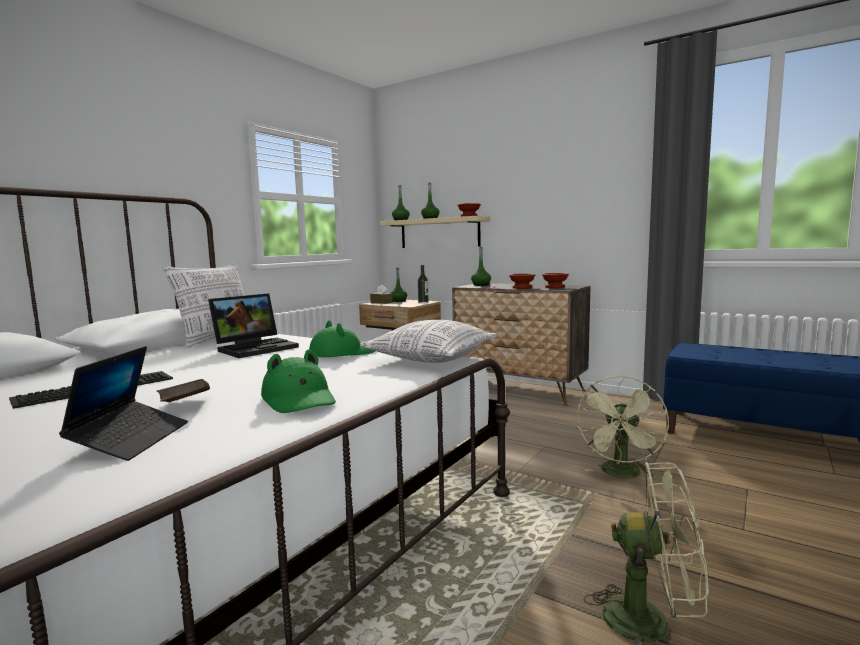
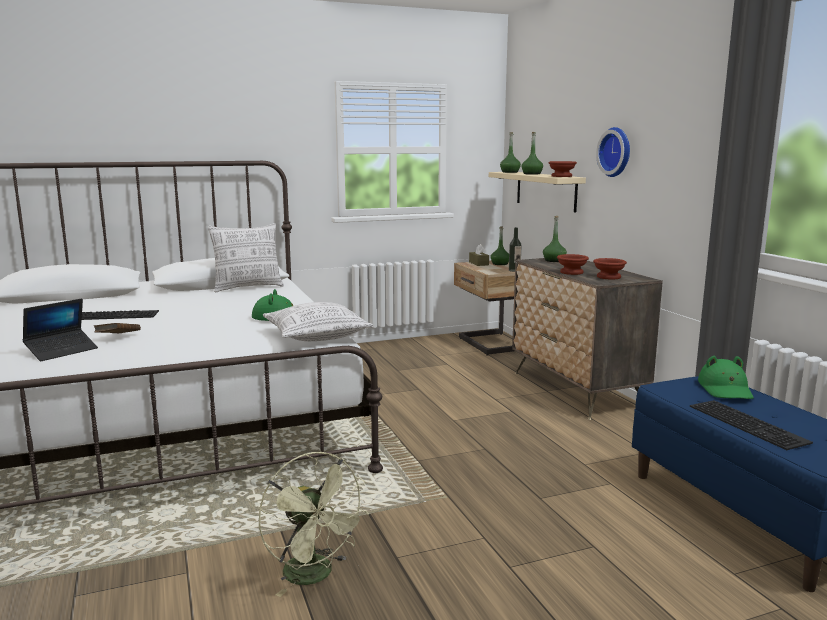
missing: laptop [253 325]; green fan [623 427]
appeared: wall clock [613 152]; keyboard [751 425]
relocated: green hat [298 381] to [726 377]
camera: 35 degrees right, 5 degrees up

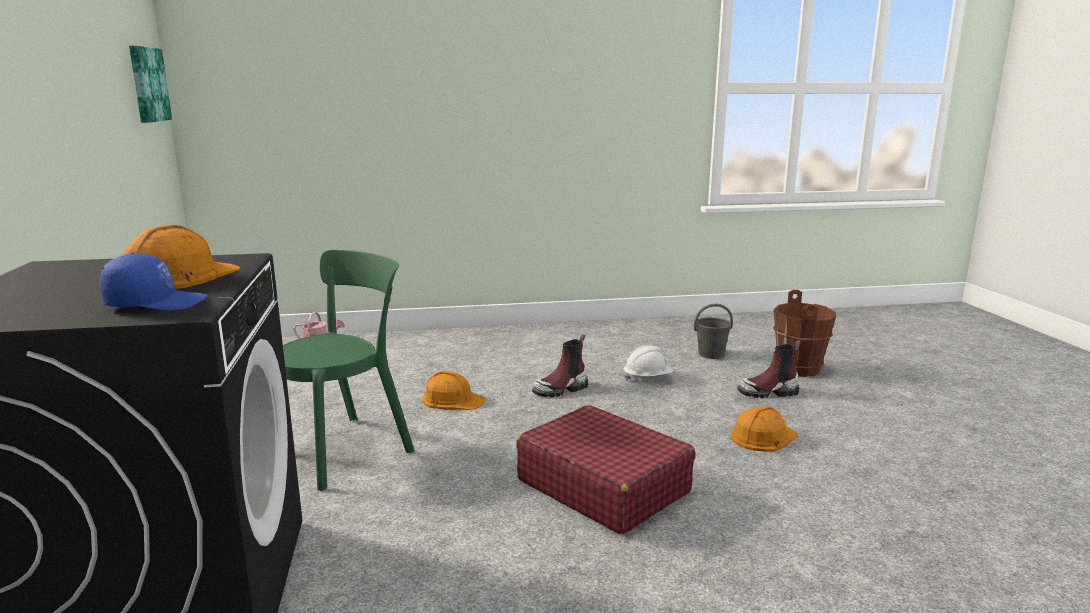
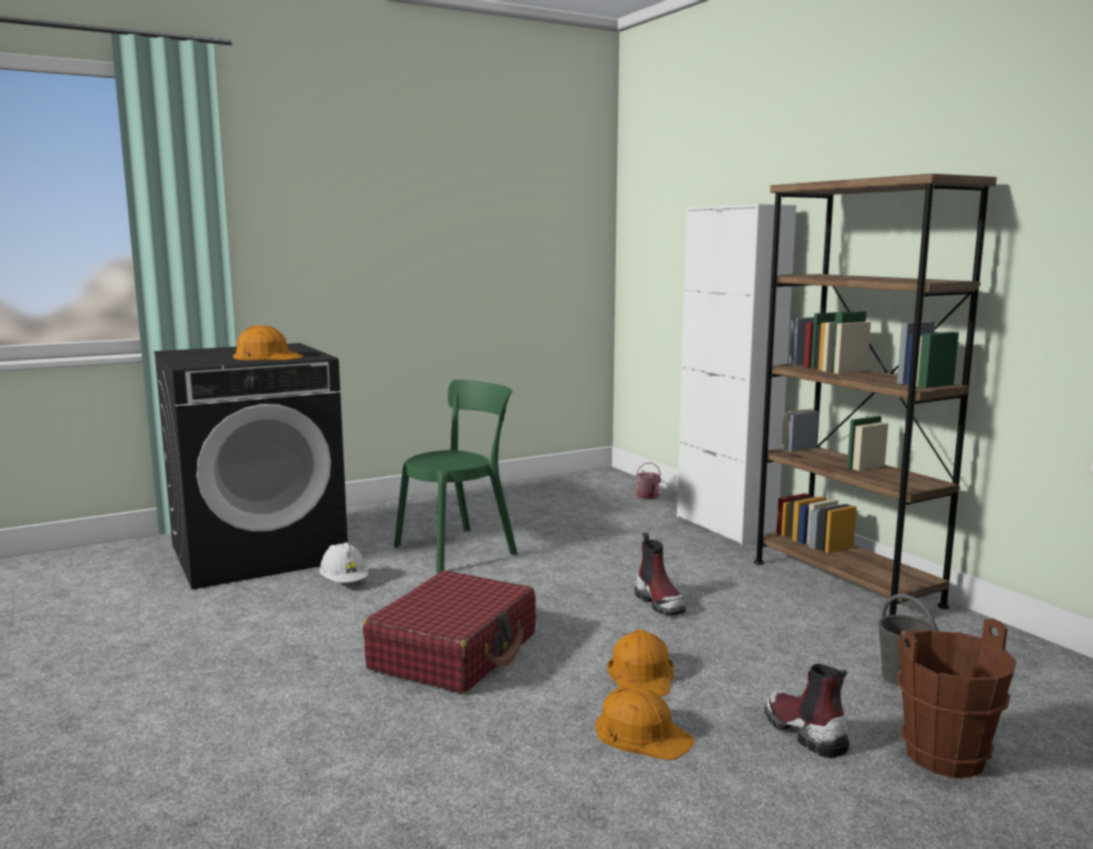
missing: blue cap [154 282]; picture [150 84]
appeared: white cabinet [736 374]; brown bookcase [875 394]
relocated: orange hard hat [454 390] to [640 663]; white hard hat [648 363] to [344 562]
spun: green chair [349 370] = [456 476] 60 degrees counterclockwise; boot [560 365] = [660 574] 150 degrees counterclockwise
camera: 70 degrees right, 5 degrees down

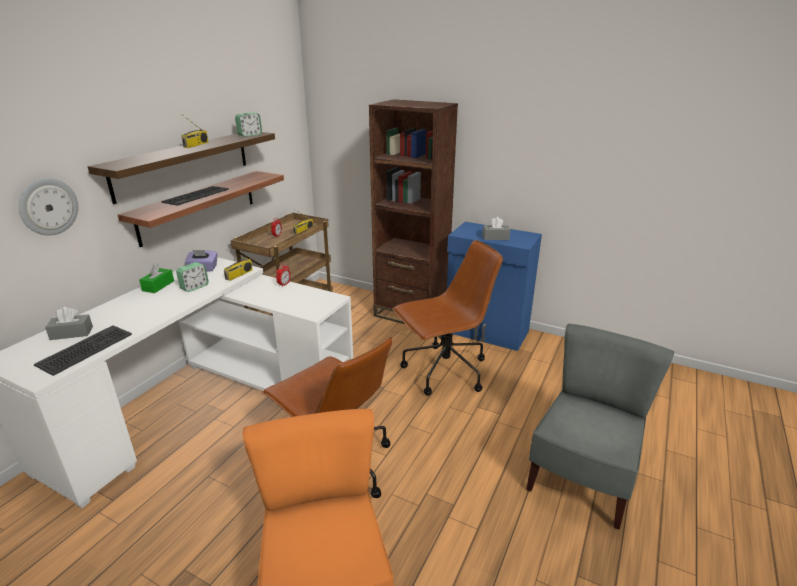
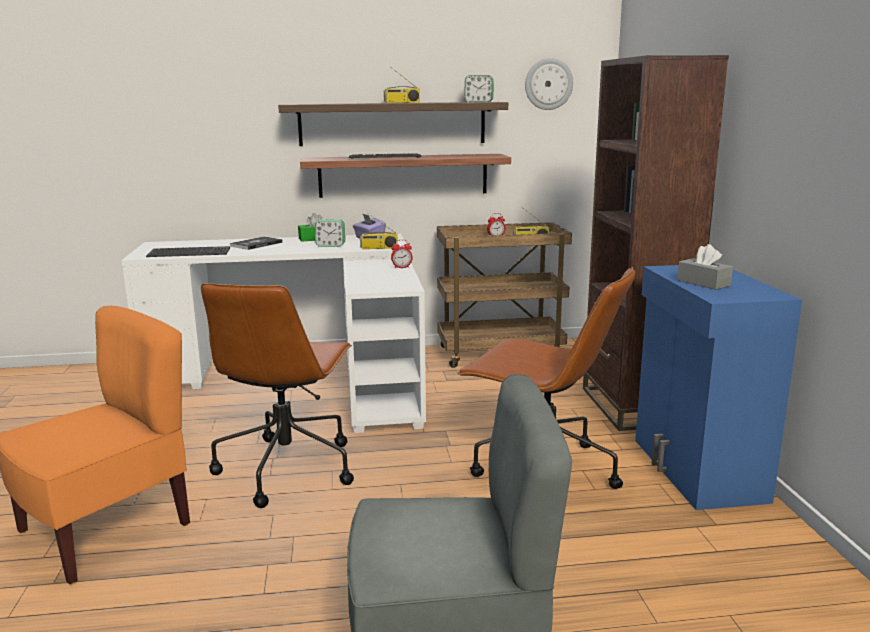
missing: grey tissue box [69 323]
appeared: book [256 243]
relocated: wall clock [48 206] to [549 84]
camera: 55 degrees right, 10 degrees down

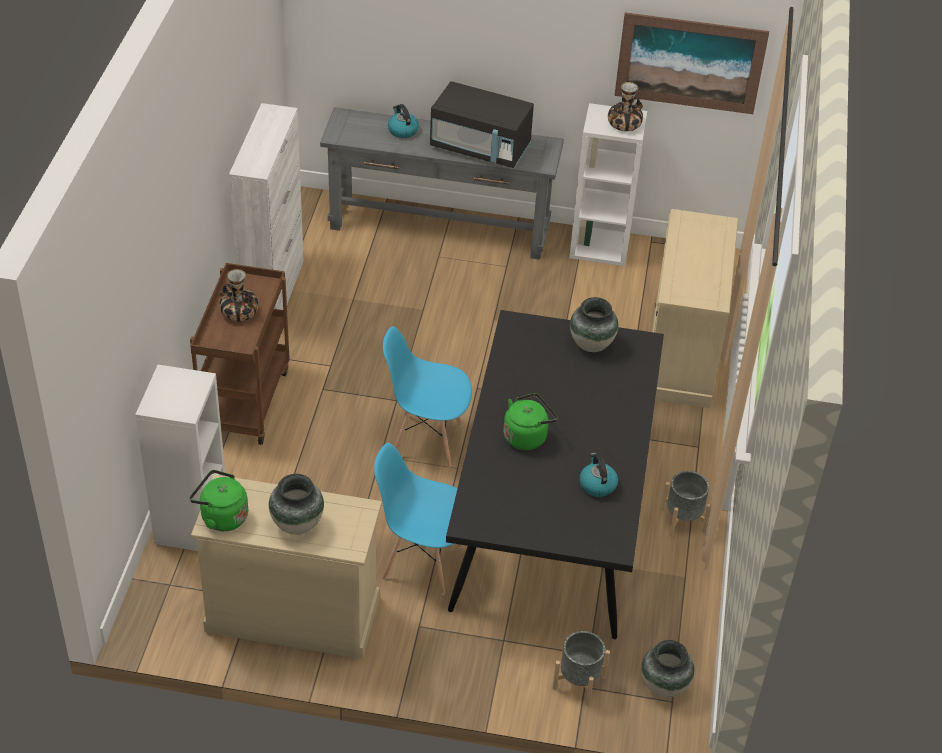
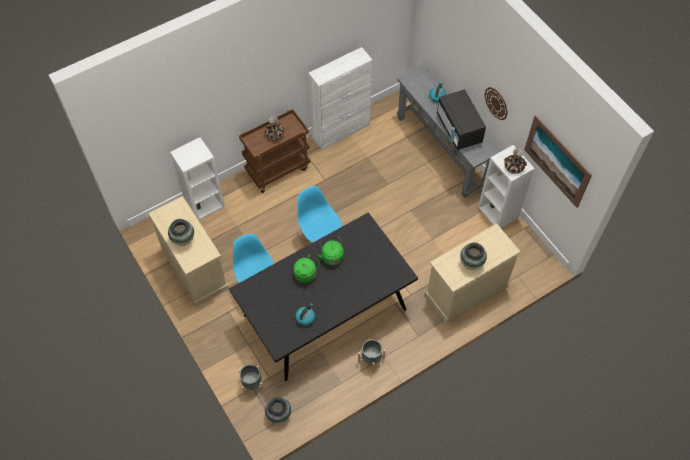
appeared: wall clock [496 103]
relocated: green kettle [219 500] to [330 251]; vase [594 324] to [473 256]
camera: 50 degrees right, 15 degrees up

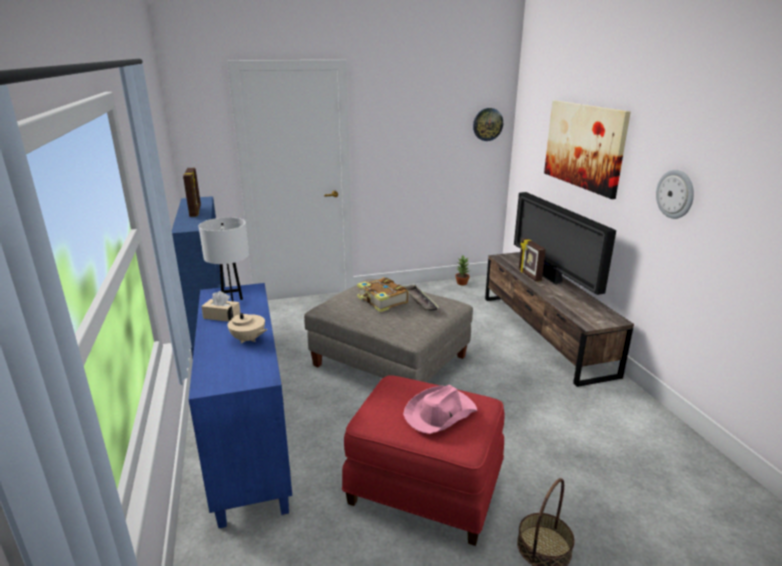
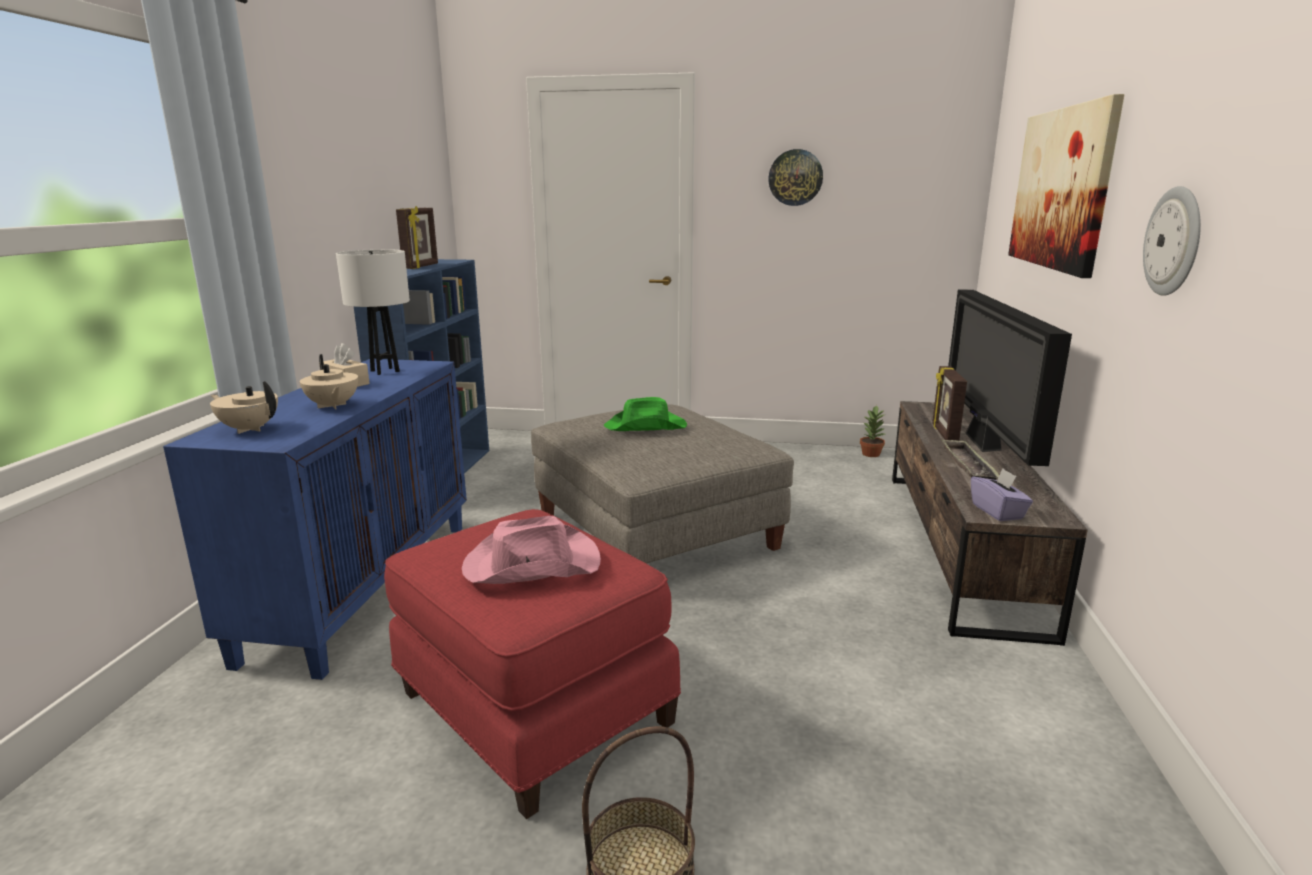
appeared: beige teapot [244 407]; purple tissue box [1002 494]
relocated: tray [421 298] to [970 459]; wall clock [488 124] to [795 177]
exchanged: book [383 294] to green hat [645 414]
camera: 25 degrees right, 5 degrees down

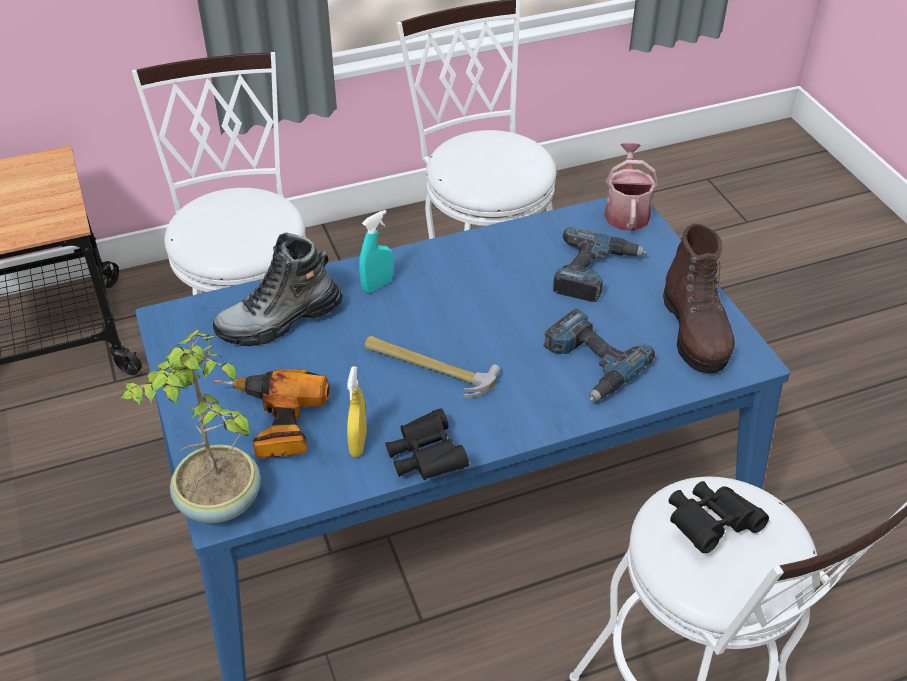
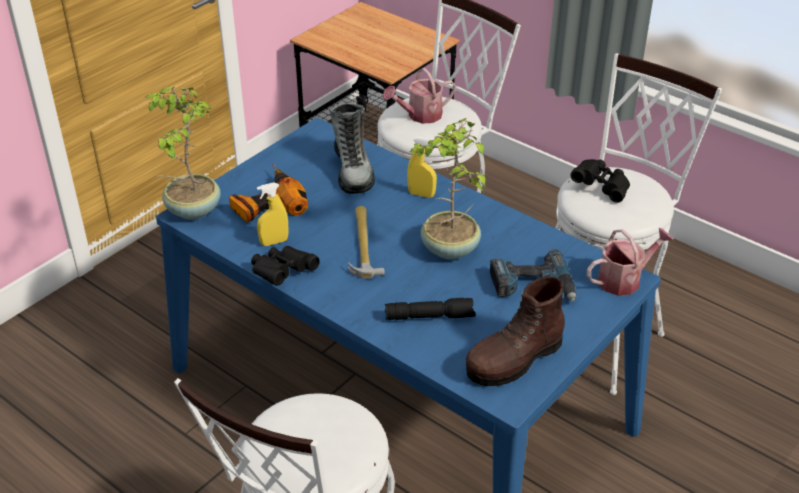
appeared: watering can [419 96]; potted plant [447 189]
relocated: black binoculars [719 517] to [600 181]
exchanged: power drill [599 355] to black flashlight [430 309]
colour: turquoise spray bottle [376 251] to yellow spray bottle [422 167]
spun: boot [278 289] = [352 148] 135 degrees counterclockwise
camera: 60 degrees right, 5 degrees down

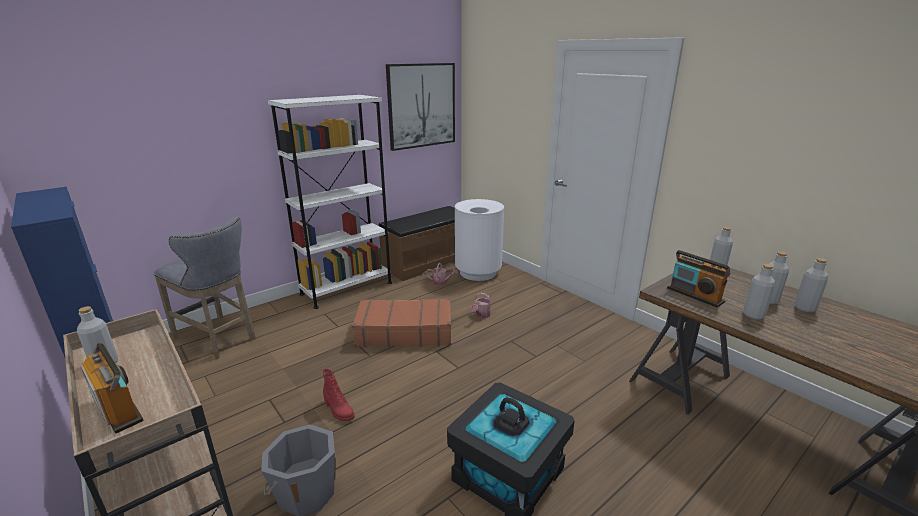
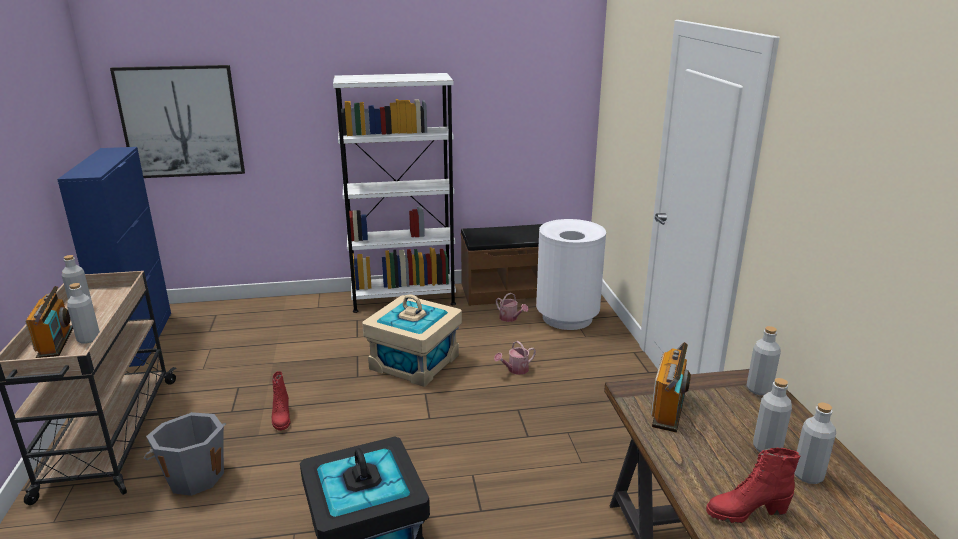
missing: grey stool [205 287]
appeared: red boot [753 485]
relocated: picture [420 107] to [177 121]; grey bottle [759 292] to [83 313]
exchanged: brown suitcase [401 322] to beige storage box [412 341]
spun: radio [698 278] = [671 387] 150 degrees counterclockwise
camera: 30 degrees right, 0 degrees up

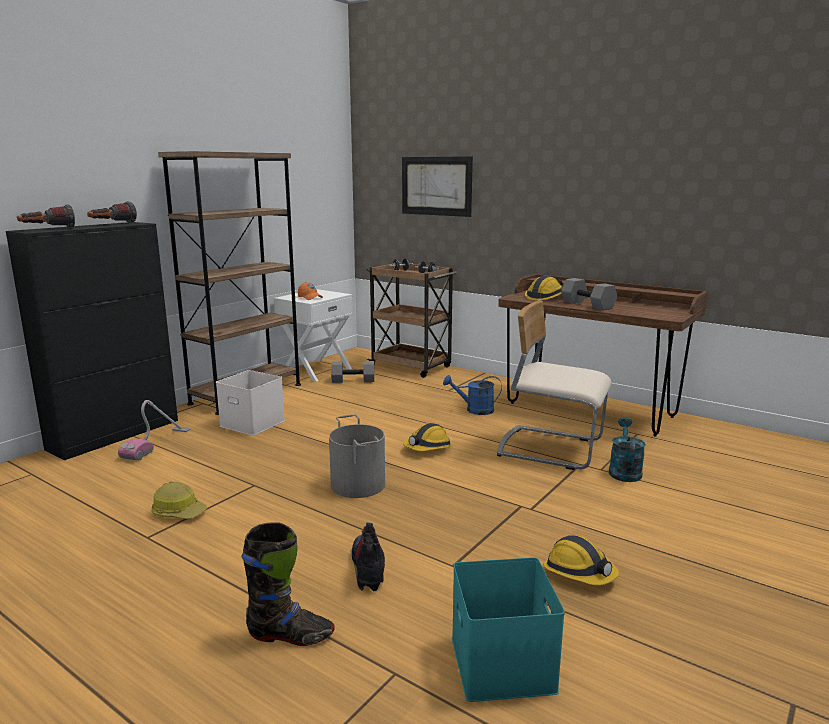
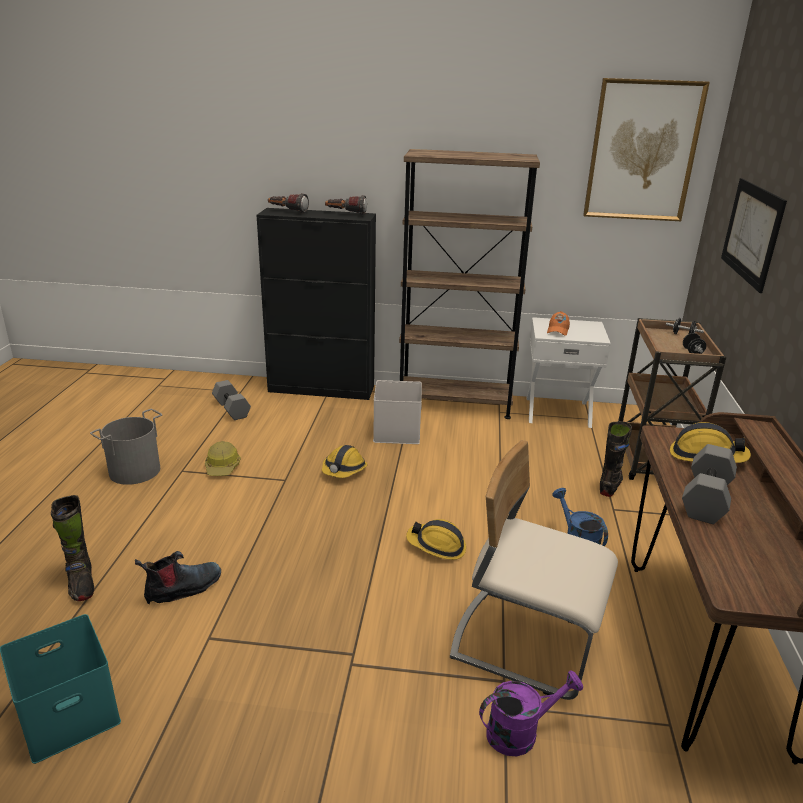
missing: vacuum cleaner [154 430]
appeared: picture [646 149]; black boot [616 459]
relocated: grey bucket [357 456] to [126 447]; grey dumbbell [352 372] to [231 400]; hard hat [582 560] to [344 461]
colour: turquoise watering can [627 449] to purple watering can [531 713]
spun: beige chair [554 385] = [534 570] 60 degrees counterclockwise
camera: 60 degrees right, 10 degrees up

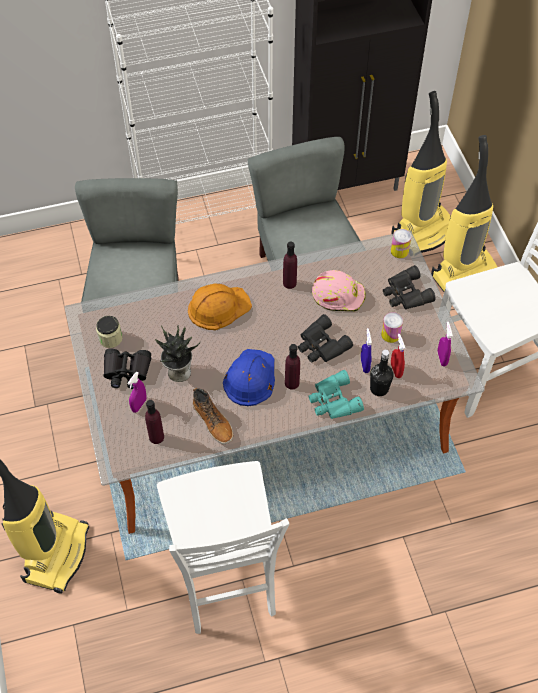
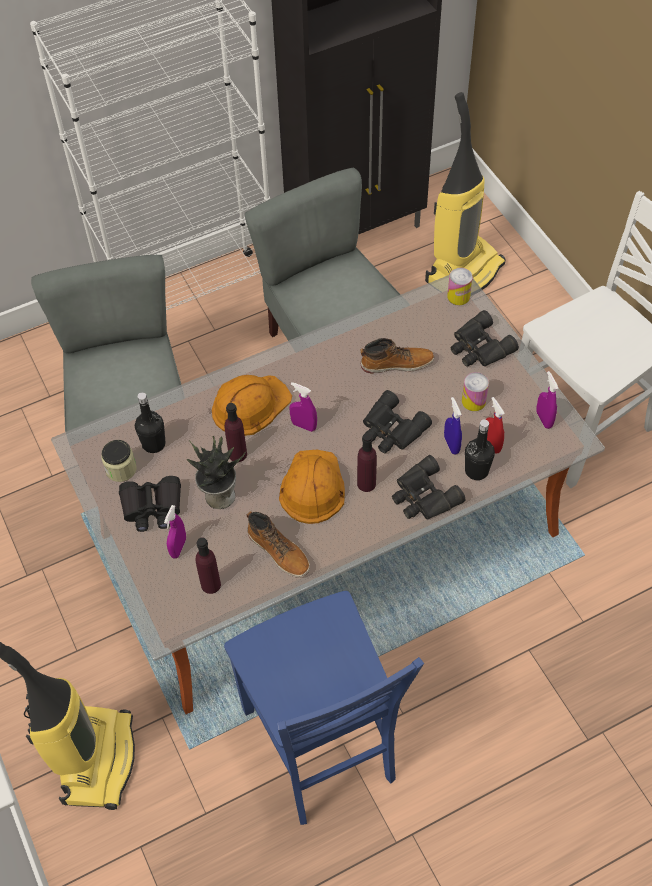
missing: vacuum cleaner [464 213]
appeared: black bottle [150 422]; purple spray bottle [303 407]
relocated: purple bottle [290 265] to [236 432]
exchanged: pink hard hat [339 291] to boot [397 356]
colour: white chair [223 547] to blue chair [324 708]; blue hard hat [249 377] to orange hard hat [312 487]; turquoise binoculars [336 394] to black binoculars [428 487]
camera: 10 degrees left, 0 degrees up

